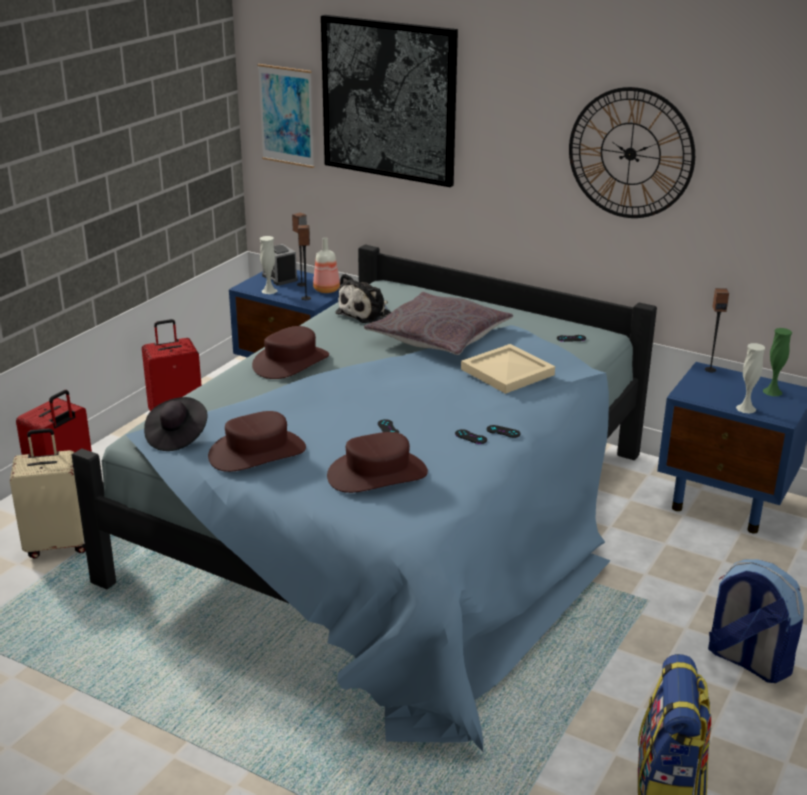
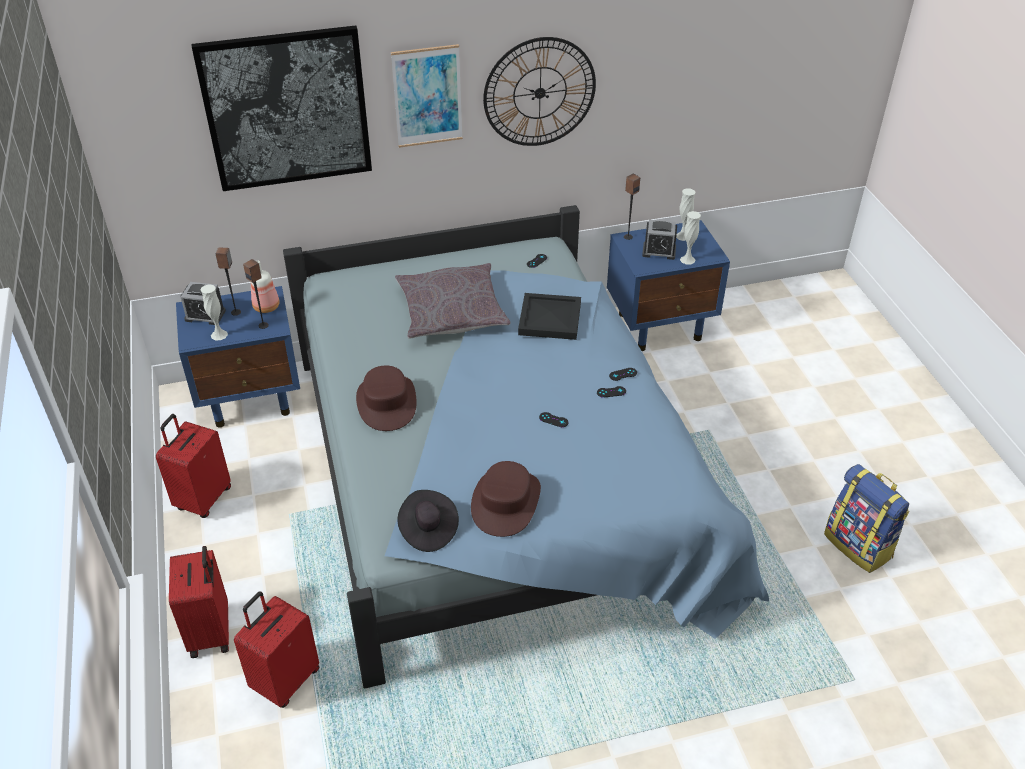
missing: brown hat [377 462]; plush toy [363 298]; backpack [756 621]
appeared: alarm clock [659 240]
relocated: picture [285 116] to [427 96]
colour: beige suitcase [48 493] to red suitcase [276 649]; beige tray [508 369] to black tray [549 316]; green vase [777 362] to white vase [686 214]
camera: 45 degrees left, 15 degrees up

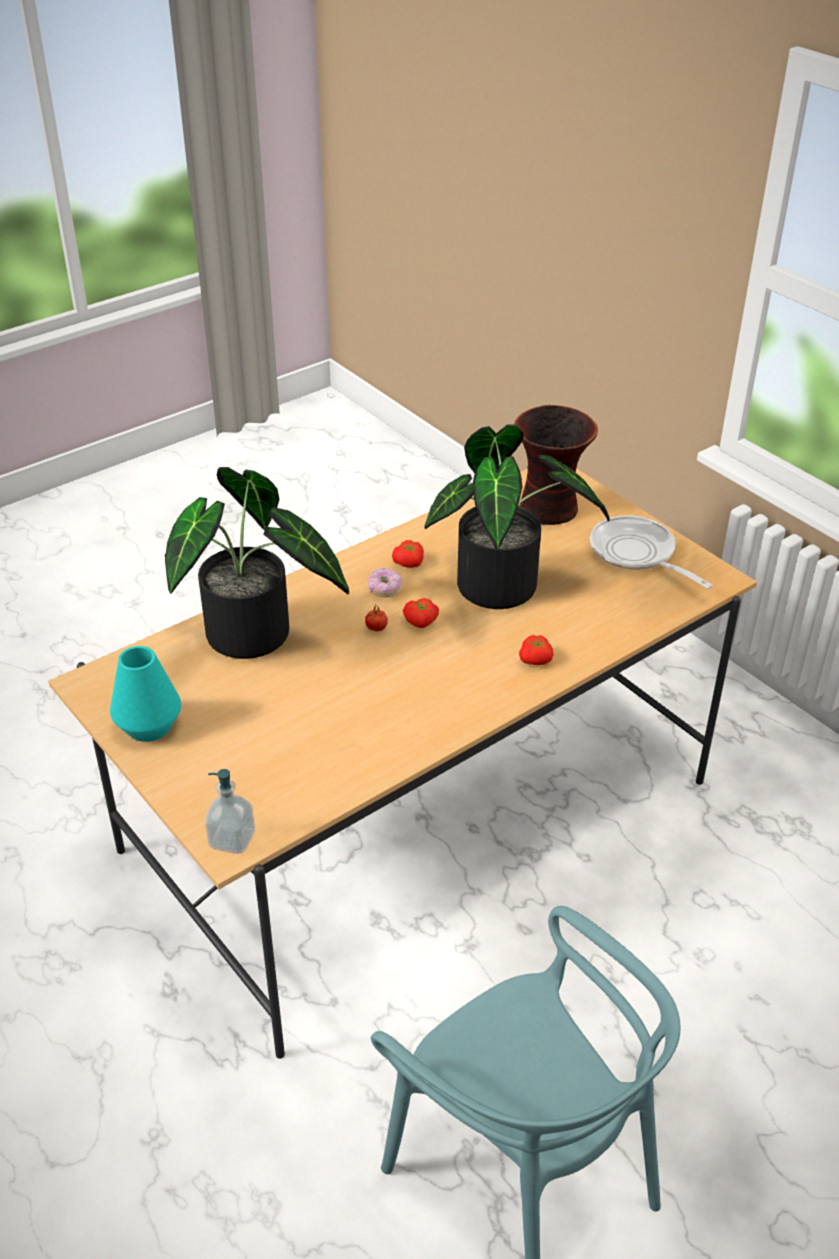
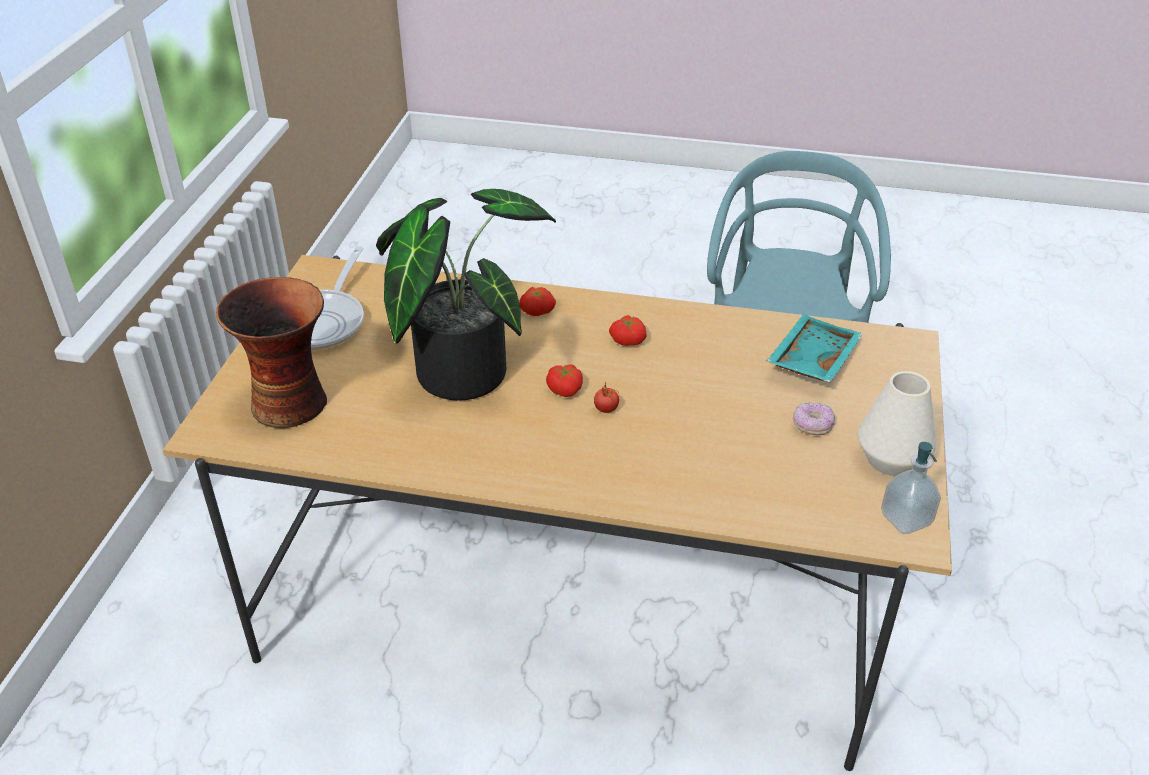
missing: potted plant [257 563]
appeared: turquoise tray [815 348]
relocated: soap dispenser [230 811] to [911 488]; donut [385 582] to [814 418]; tomato [408 554] to [627 330]
colour: turquoise vase [145 694] to white vase [897 423]
camera: 130 degrees left, 0 degrees up

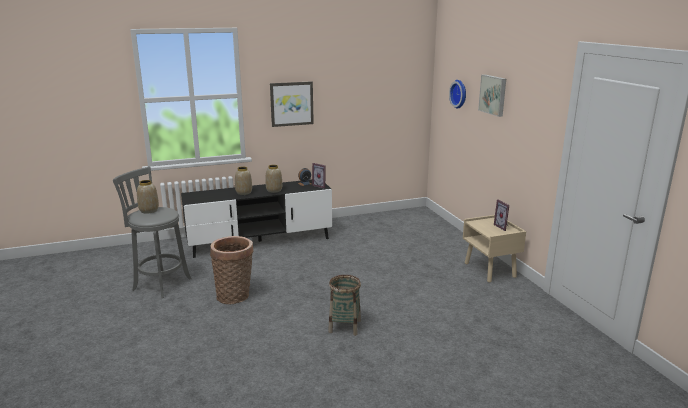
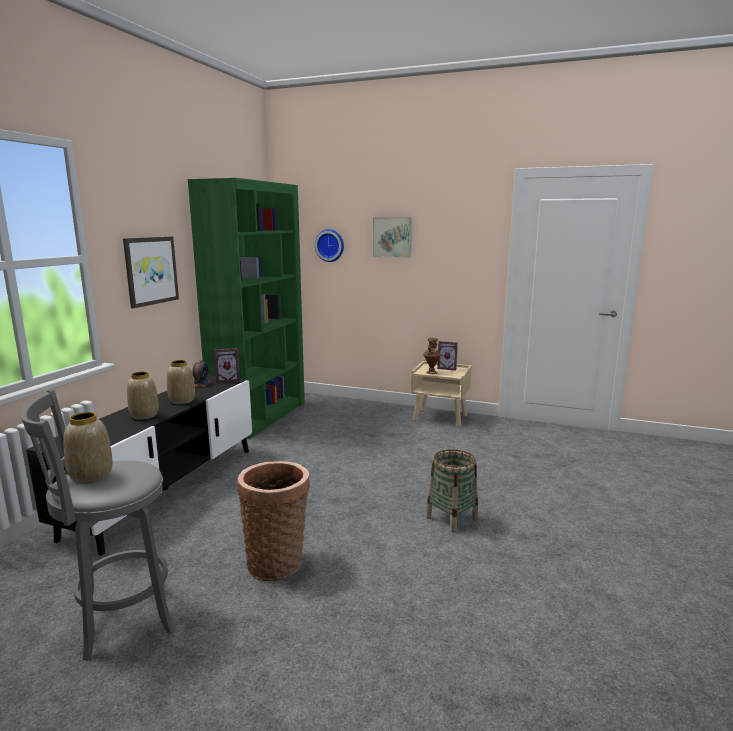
appeared: green bookcase [246 308]; brown vase [432 356]
camera: 50 degrees left, 5 degrees down

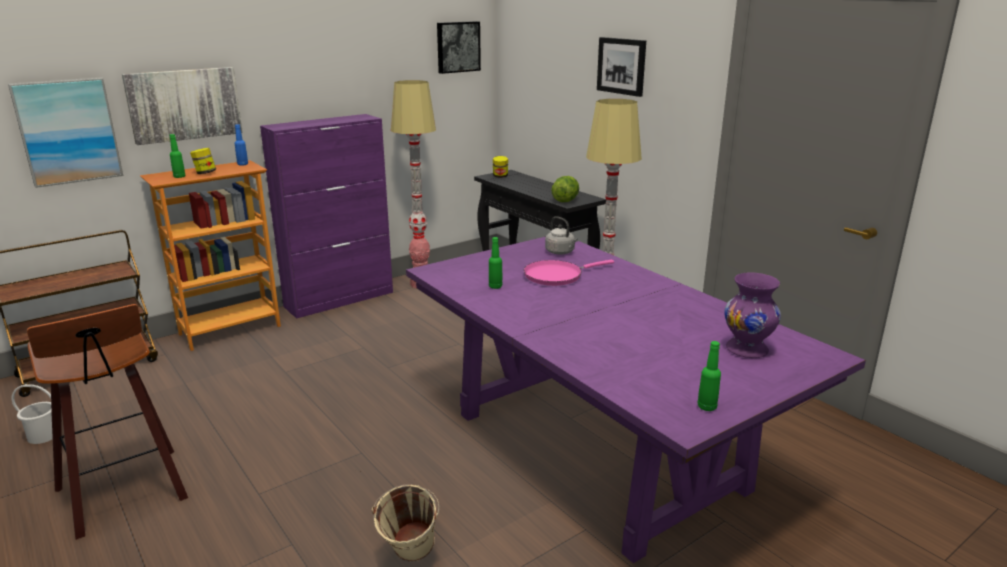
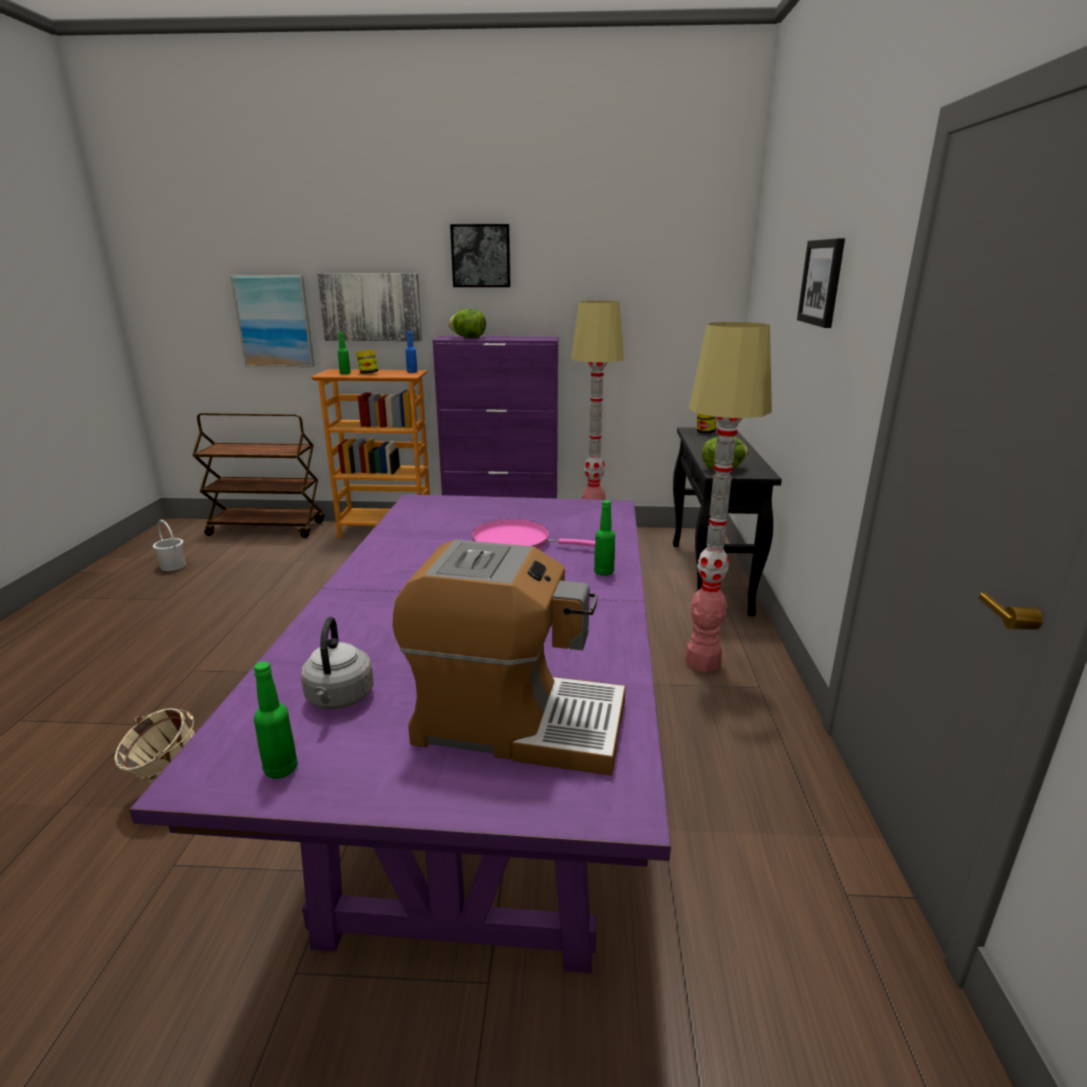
missing: stool [107 422]
appeared: lettuce [467 323]
relocated: picture [459 47] to [480 255]; green bottle [495 263] to [604 538]; grey kettle [561 235] to [337 663]
exchanged: purple vase [752 315] to coffee machine [509 658]
camera: 40 degrees right, 0 degrees up

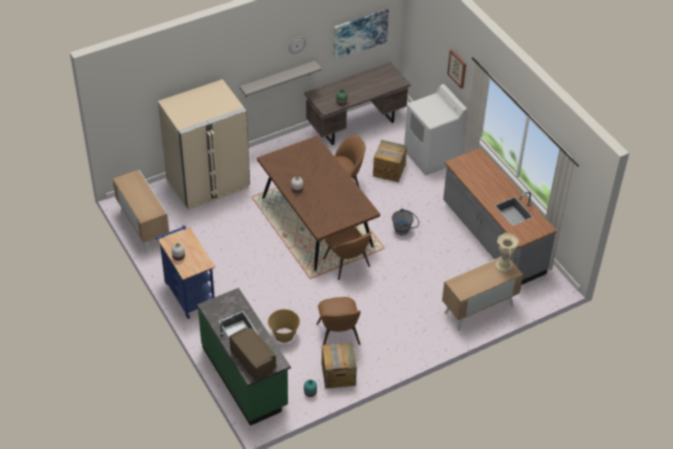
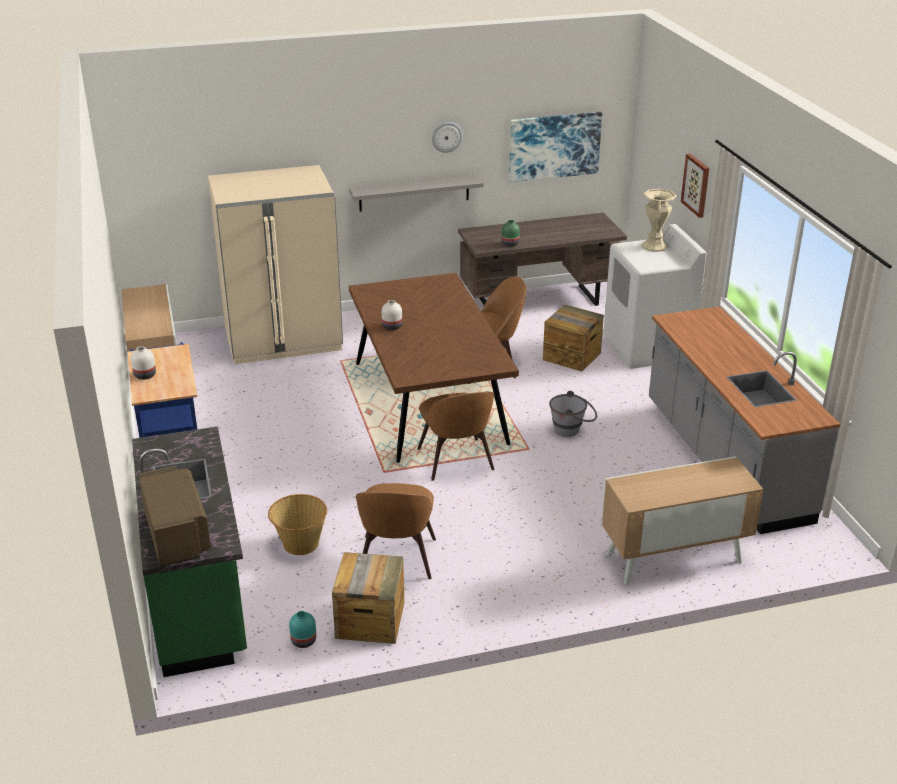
relocated: beige vase [507 253] to [659 220]
camera: 15 degrees right, 15 degrees down

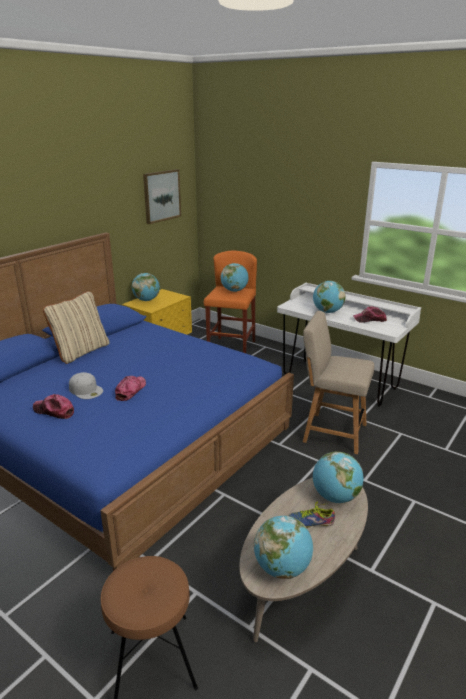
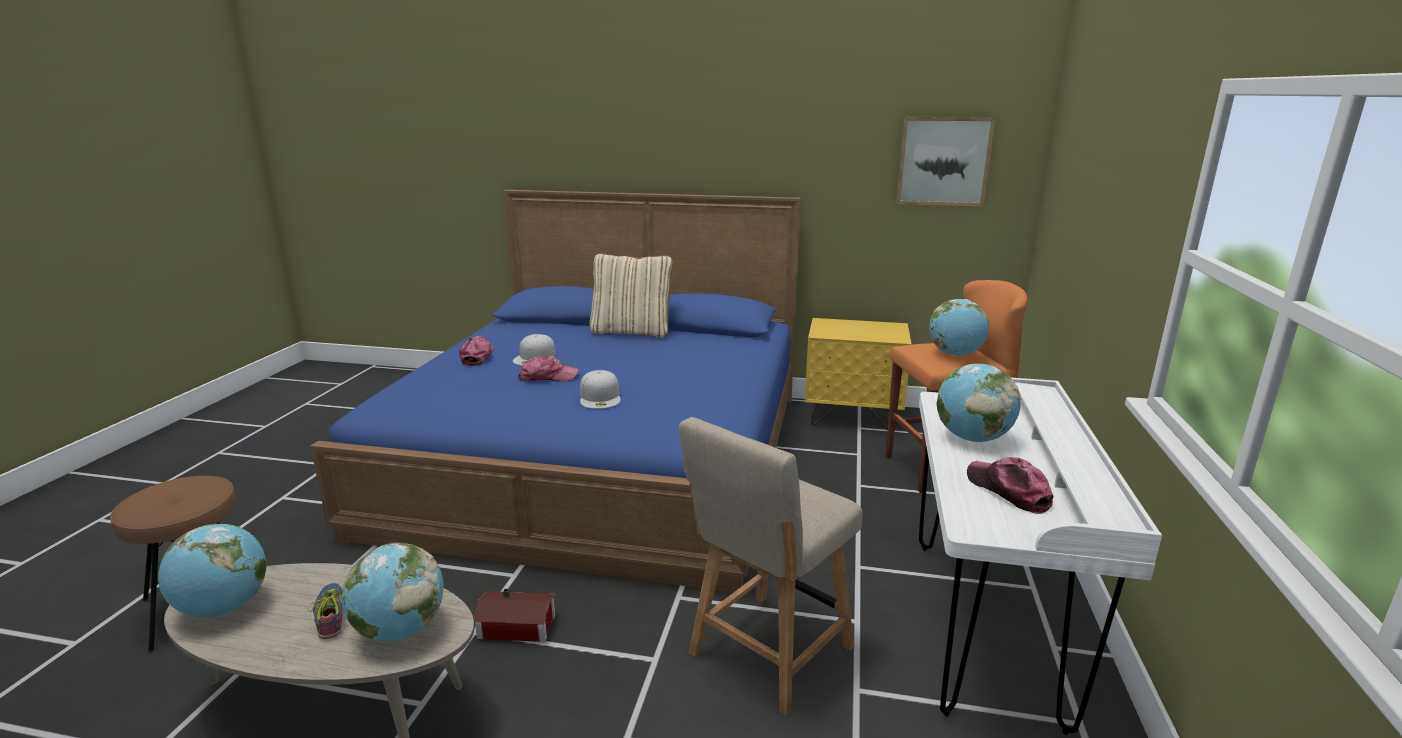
missing: globe [146 287]
appeared: toy house [514 615]; white cap [600 389]
spun: beige chair [338 382] = [770 566] 135 degrees counterclockwise
camera: 65 degrees right, 5 degrees down

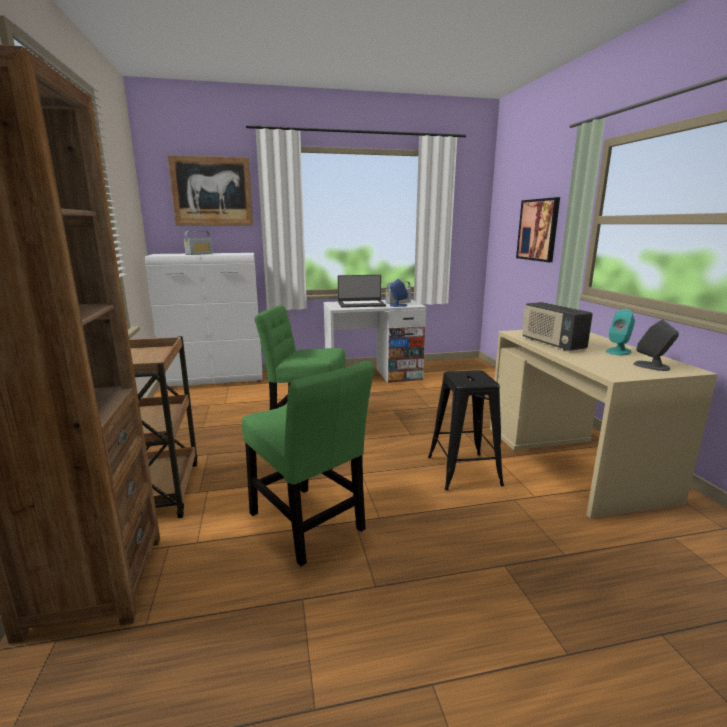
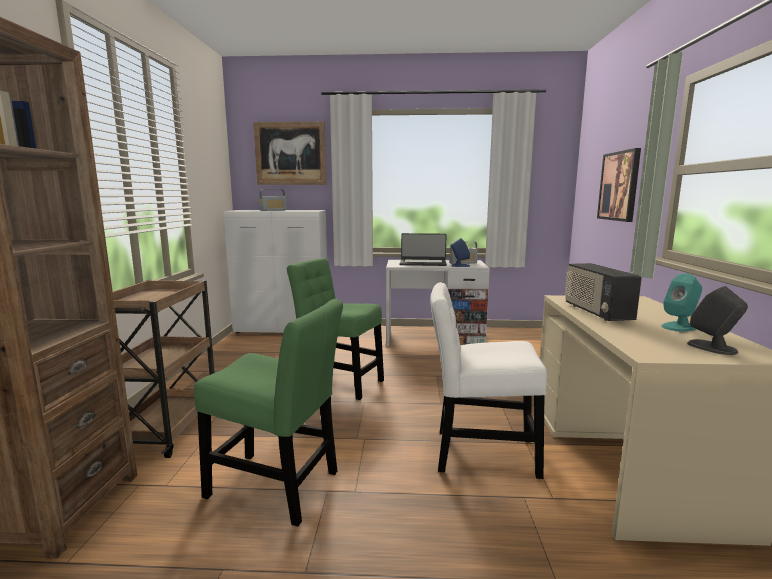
exchanged: black stool [466 430] to white chair [488 380]
spun: green chair [308 463] = [268 412] 45 degrees counterclockwise
camera: 15 degrees right, 5 degrees down

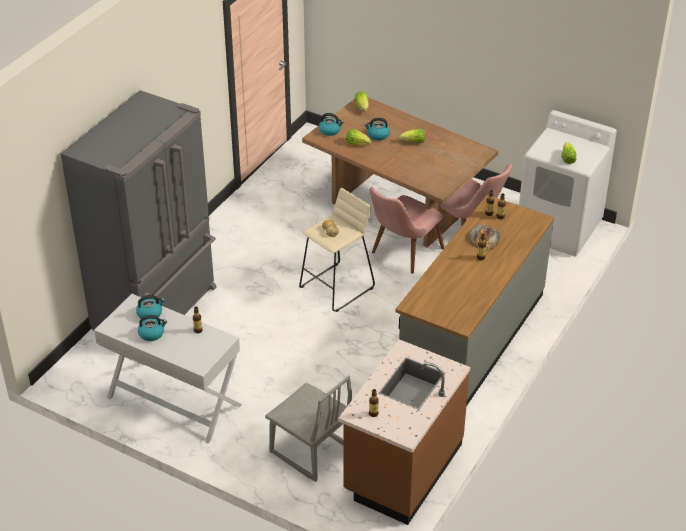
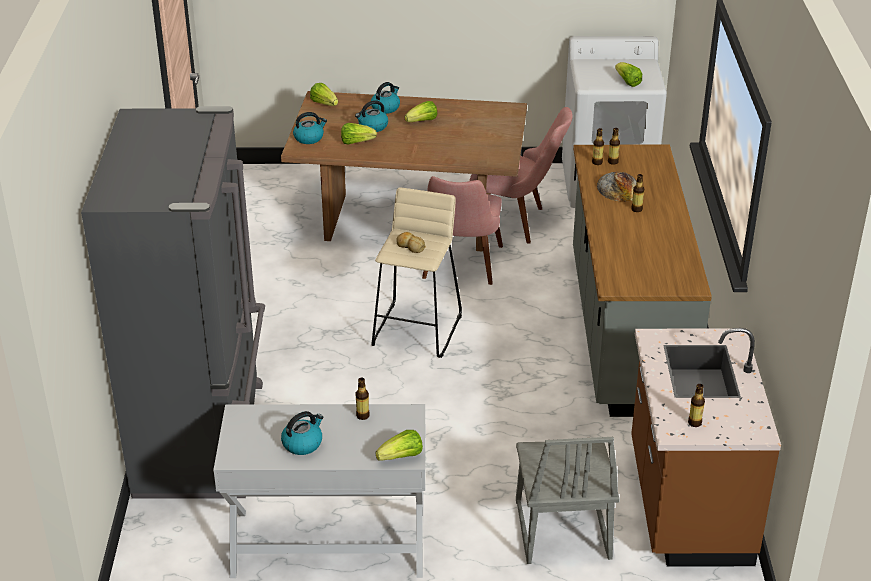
appeared: lettuce [399 445]
relocated: kettle [150 307] to [385 98]
spun: grey chair [308 428] = [568 500] 75 degrees clockwise
camera: 30 degrees left, 5 degrees down

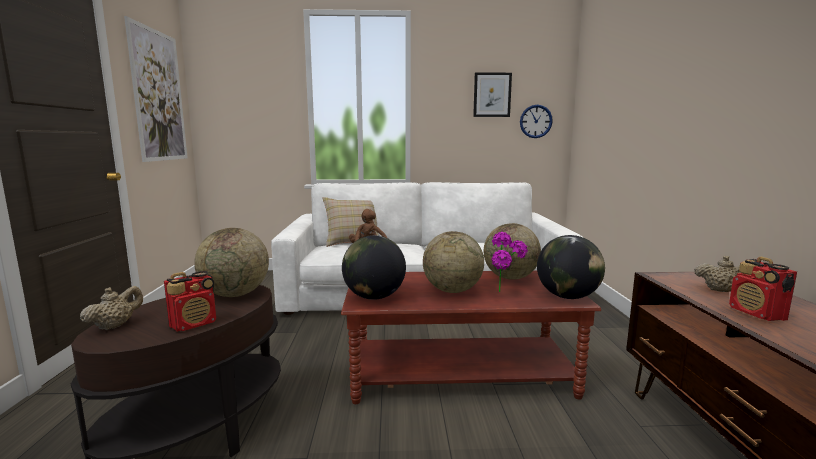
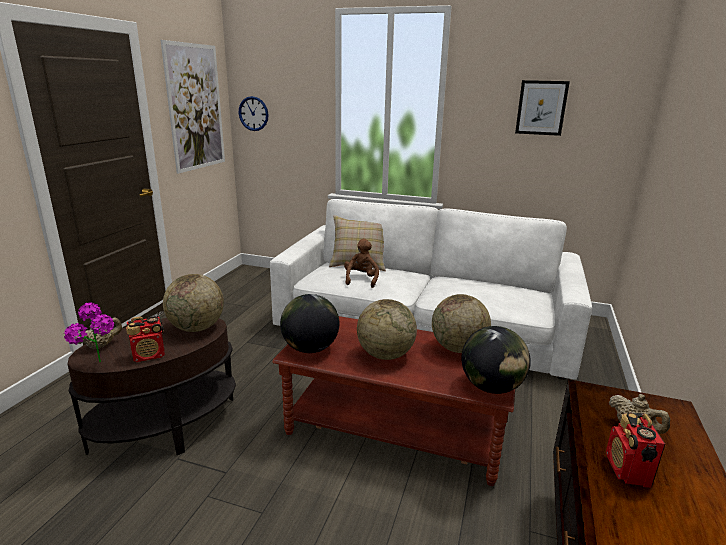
relocated: potted plant [509 262] to [89 332]; wall clock [536 121] to [254 113]
camera: 20 degrees right, 10 degrees up

